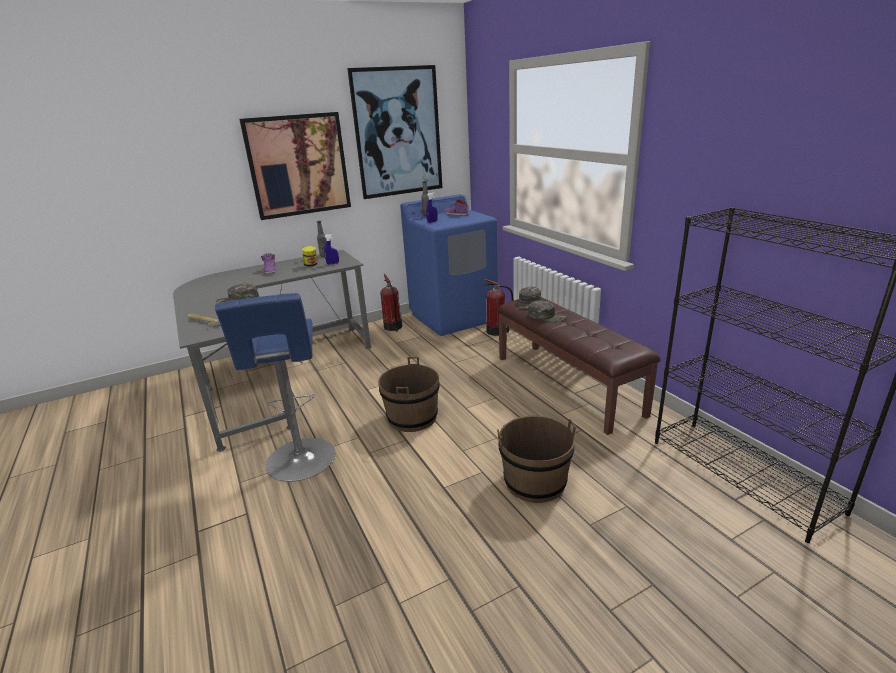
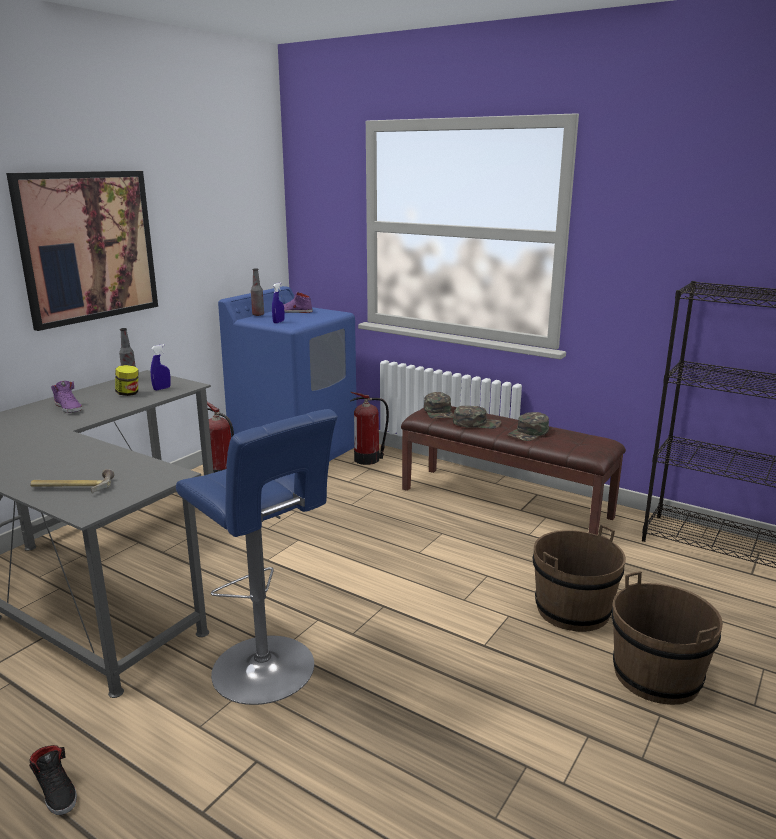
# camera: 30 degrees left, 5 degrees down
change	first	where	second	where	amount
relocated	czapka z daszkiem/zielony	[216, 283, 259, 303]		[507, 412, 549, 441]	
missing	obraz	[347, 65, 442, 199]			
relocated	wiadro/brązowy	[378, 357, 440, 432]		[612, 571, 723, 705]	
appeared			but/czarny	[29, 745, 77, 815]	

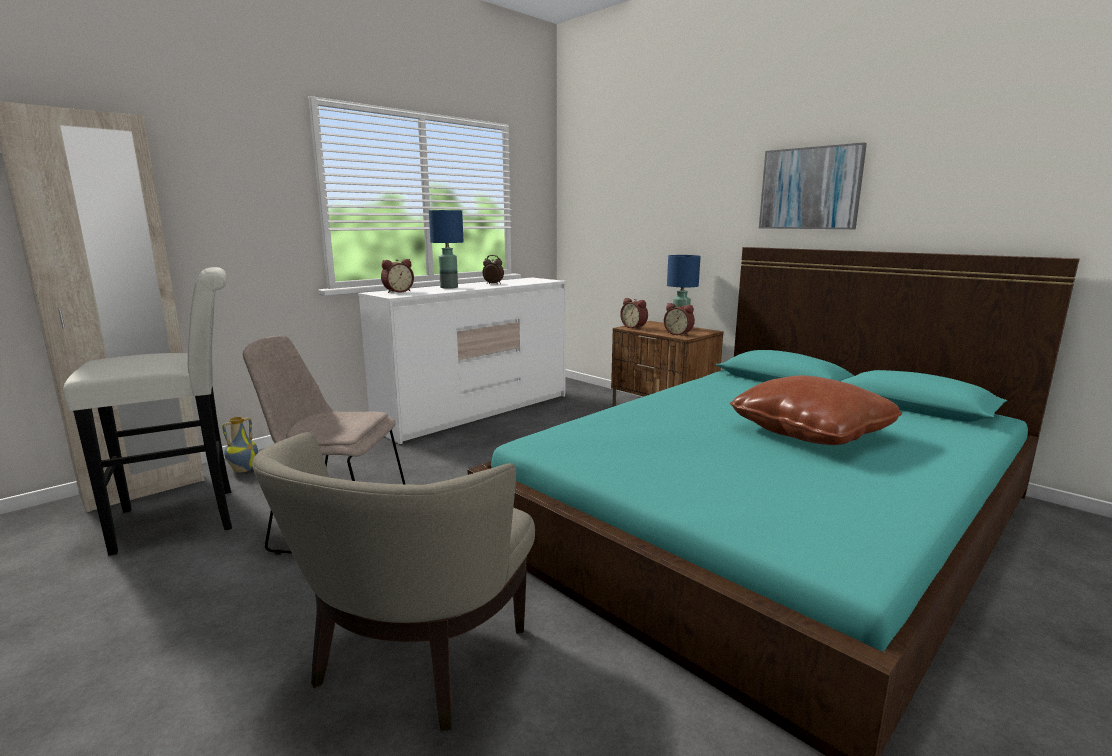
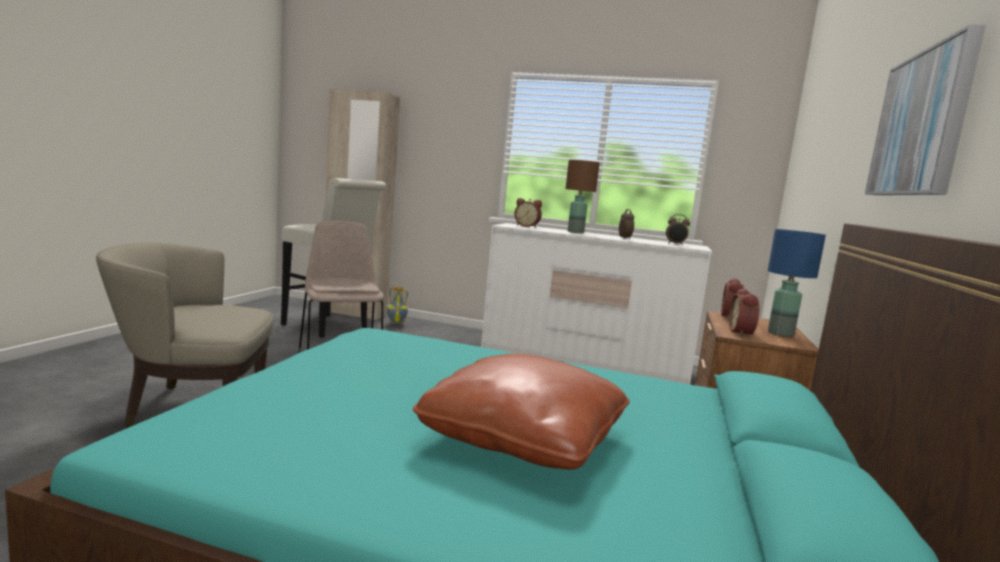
# camera: 60 degrees right, 5 degrees down
change	first	where	second	where	amount
colour	lampa stołowa/niebieski	[429, 210, 463, 289]	lampa stołowa/brązowy	[566, 160, 600, 233]	
appeared			budzik	[666, 214, 690, 245]	

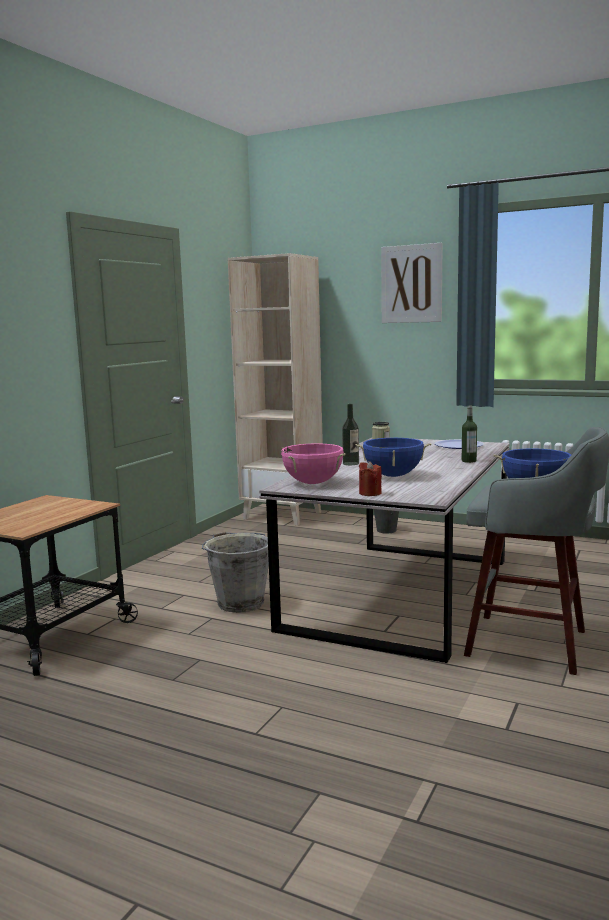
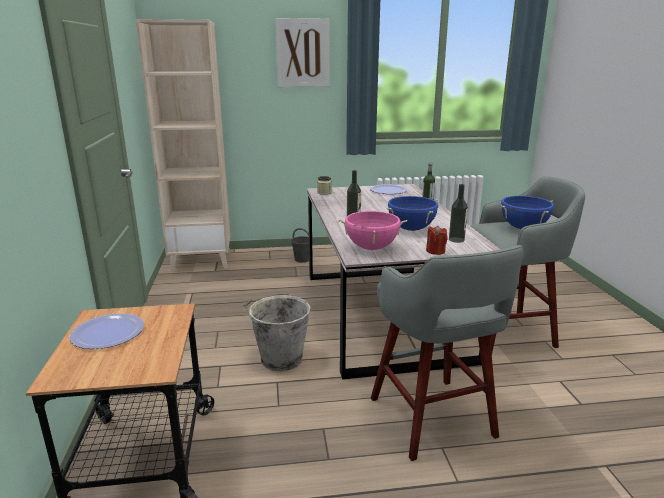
# camera: 35 degrees left, 10 degrees up
change	first	where	second	where	amount
appeared			talerz	[69, 313, 144, 349]	
appeared			stołek/szary	[371, 245, 523, 461]	
appeared			butelka	[449, 184, 468, 243]	

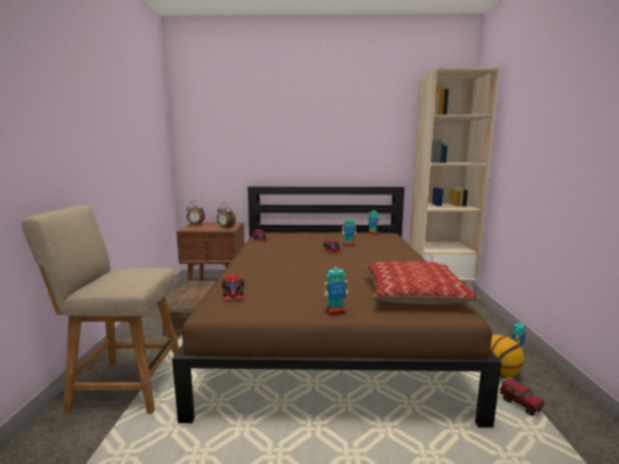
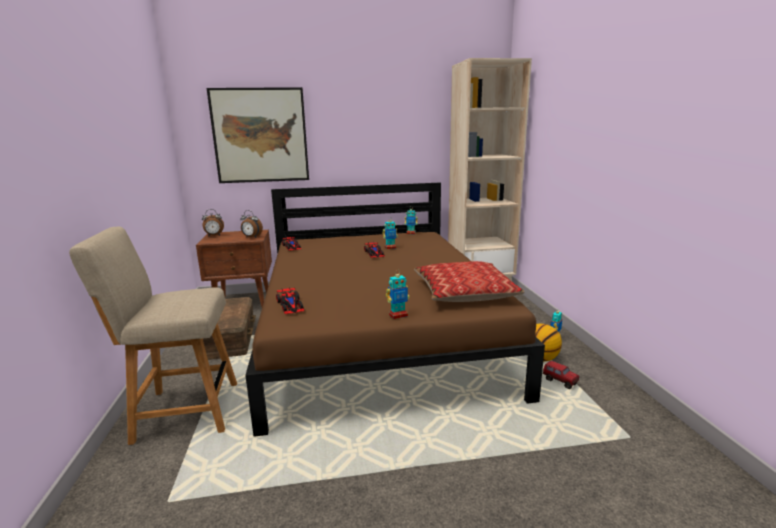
# camera: 10 degrees left, 5 degrees up
change	first	where	second	where	amount
appeared			obraz	[207, 87, 309, 183]	

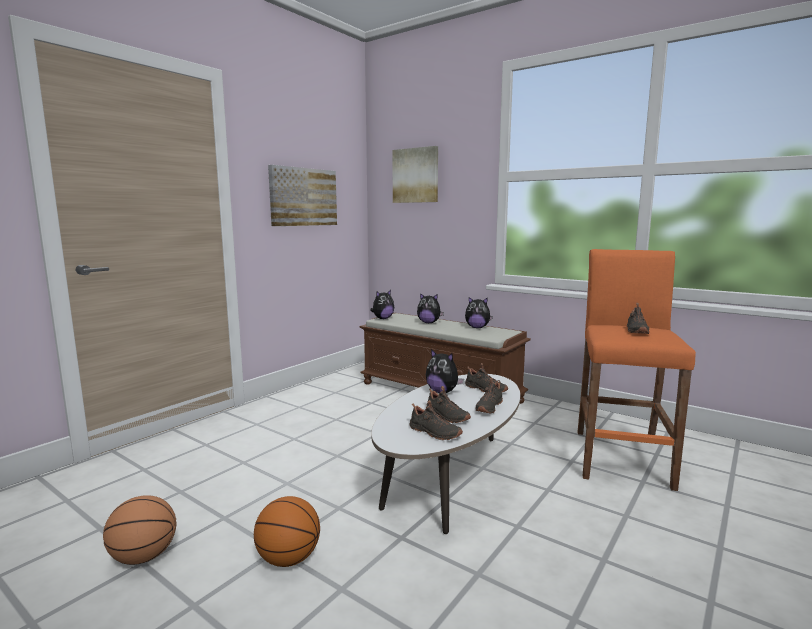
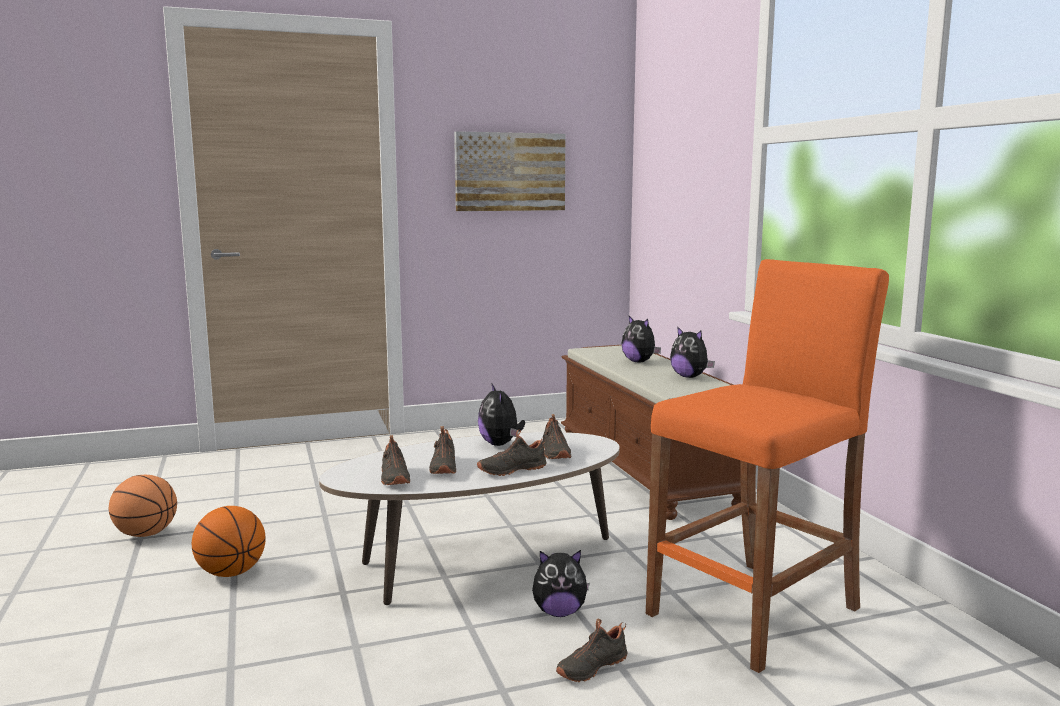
# camera: 35 degrees right, 0 degrees up
change	first	where	second	where	amount
relocated	pluszak	[370, 290, 394, 319]		[532, 550, 590, 617]	
missing	obraz	[392, 146, 438, 203]			
relocated	but/czarny	[627, 303, 649, 334]		[556, 618, 628, 682]	

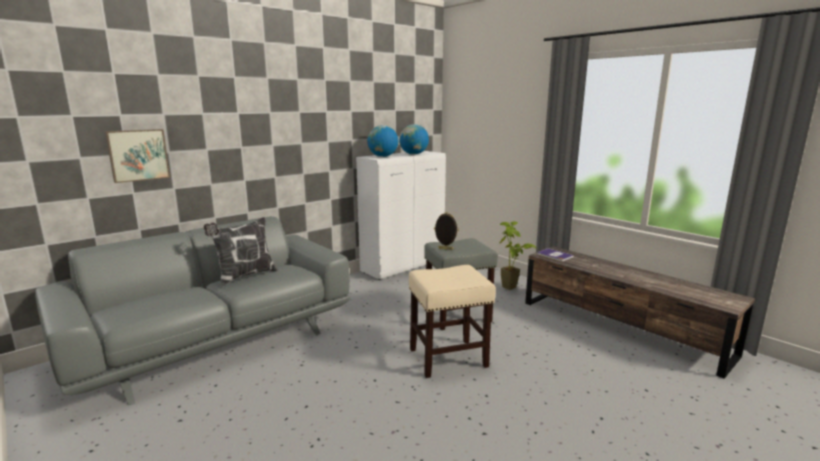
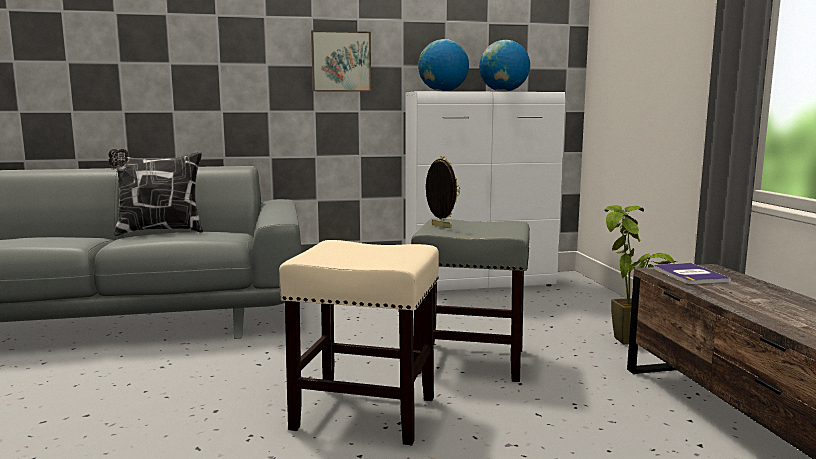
# camera: 30 degrees right, 5 degrees down
change	first	where	second	where	amount
relocated	obraz	[105, 129, 170, 183]		[311, 30, 371, 92]	

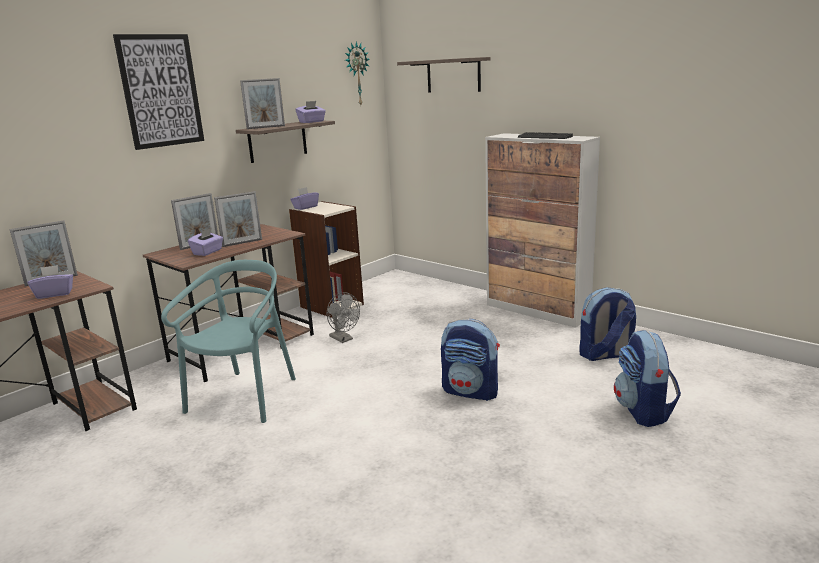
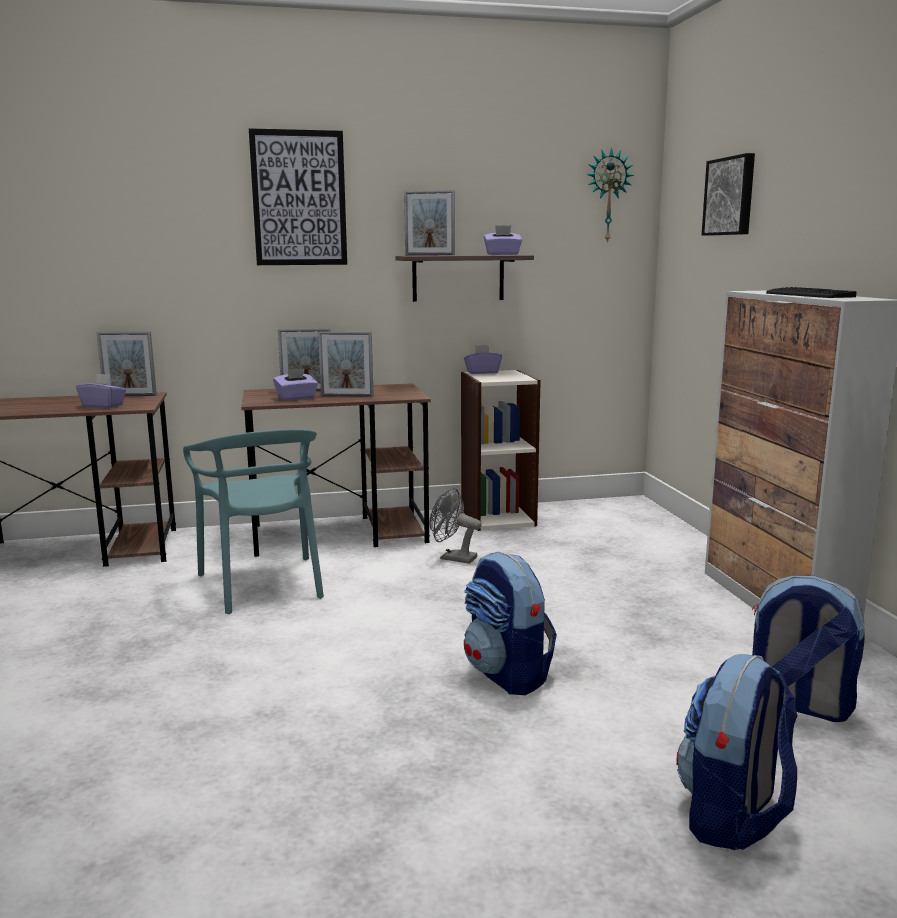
# camera: 35 degrees right, 5 degrees down
change	first	where	second	where	amount
spun	krzesło/turkusowy	[161, 260, 296, 423]		[183, 429, 324, 614]	105 degrees clockwise
spun	wentylator/szary	[327, 292, 360, 343]		[430, 488, 482, 564]	120 degrees clockwise
exchanged	półka	[397, 57, 490, 93]	obraz	[702, 153, 755, 236]	

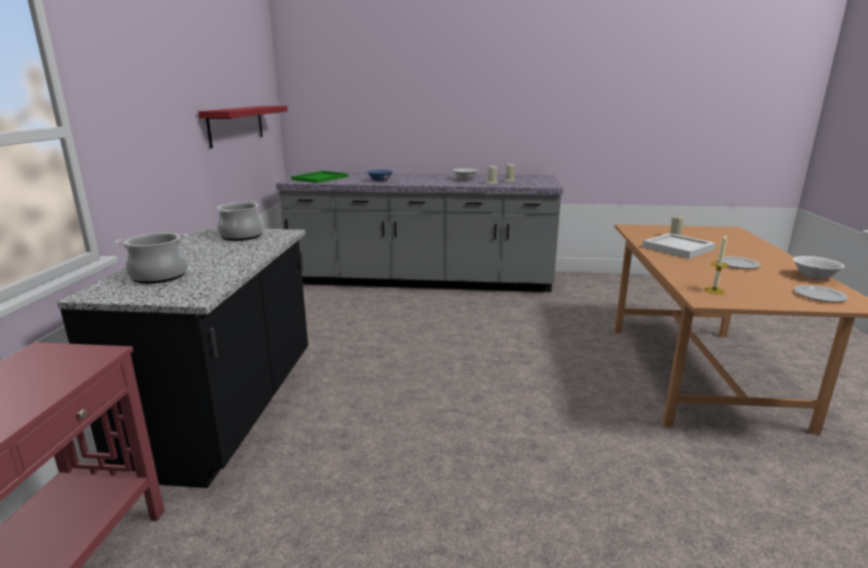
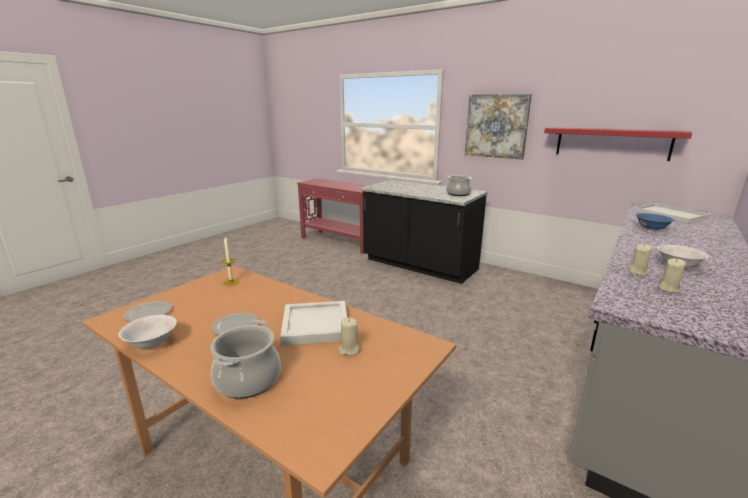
# camera: 120 degrees right, 0 degrees up
change	first	where	second	where	amount
relocated	garnek	[115, 233, 189, 284]		[211, 320, 281, 399]	
colour	taca/zielony	[291, 171, 348, 183]	taca/biały	[634, 203, 711, 223]	
appeared			obraz	[465, 94, 532, 160]	

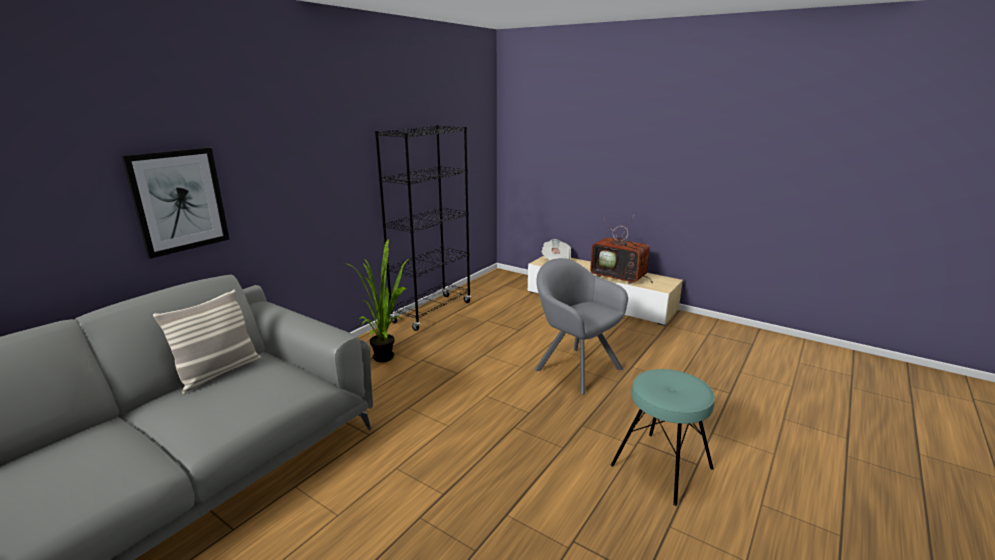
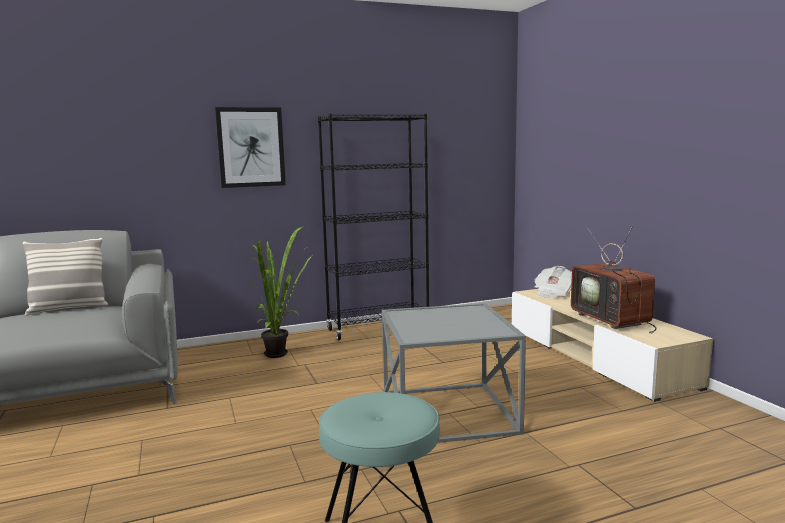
# camera: 35 degrees right, 10 degrees down
change	first	where	second	where	amount
relocated	obraz	[121, 147, 230, 259]		[215, 107, 286, 188]	
exchanged	fotel/szary	[534, 258, 628, 395]	stolik/szary	[382, 303, 526, 443]	

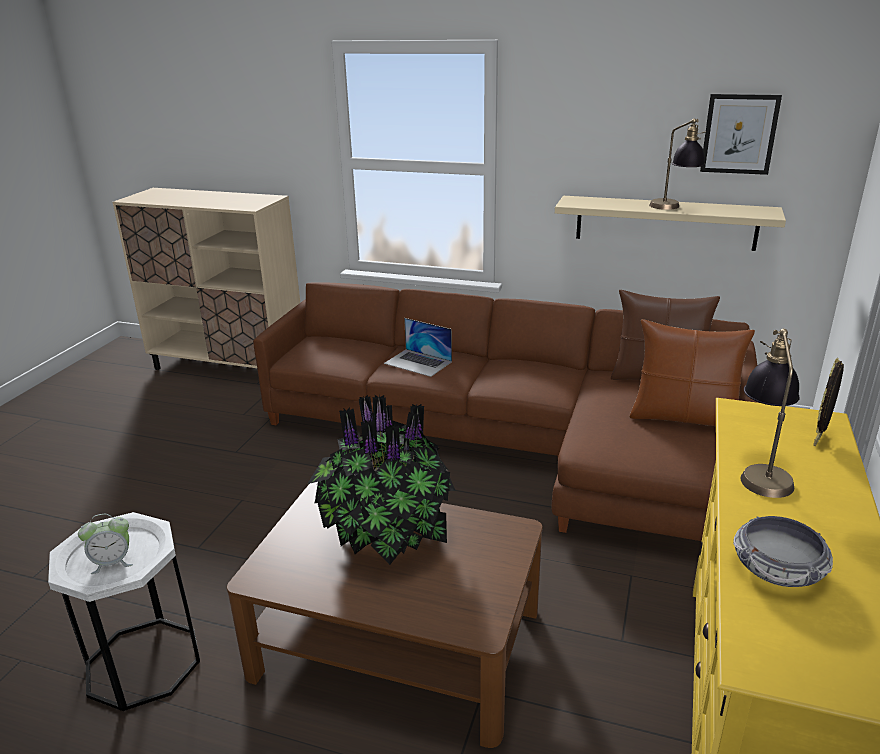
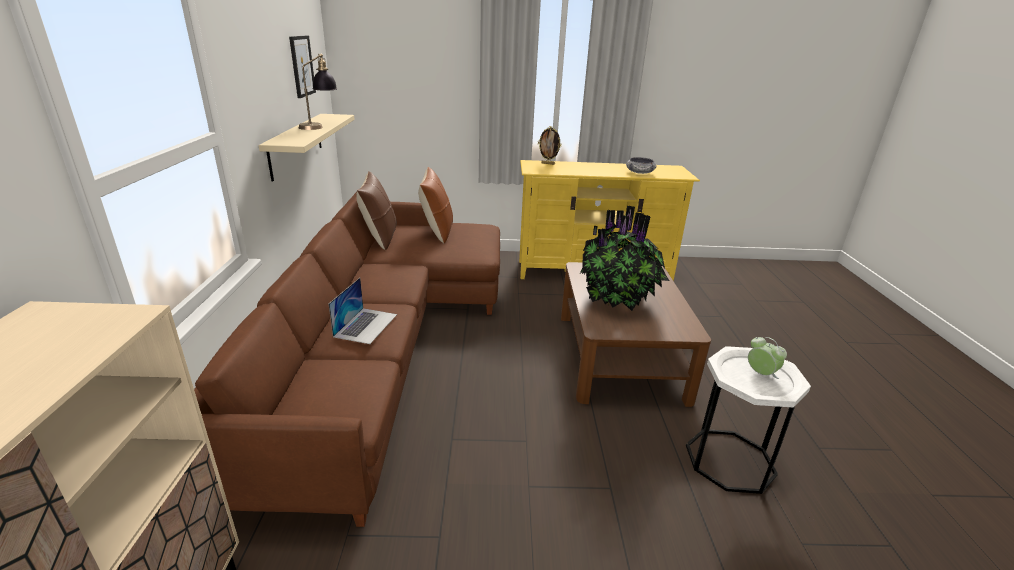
# camera: 110 degrees left, 0 degrees up
change	first	where	second	where	amount
missing	lampa stołowa	[740, 329, 800, 498]			

